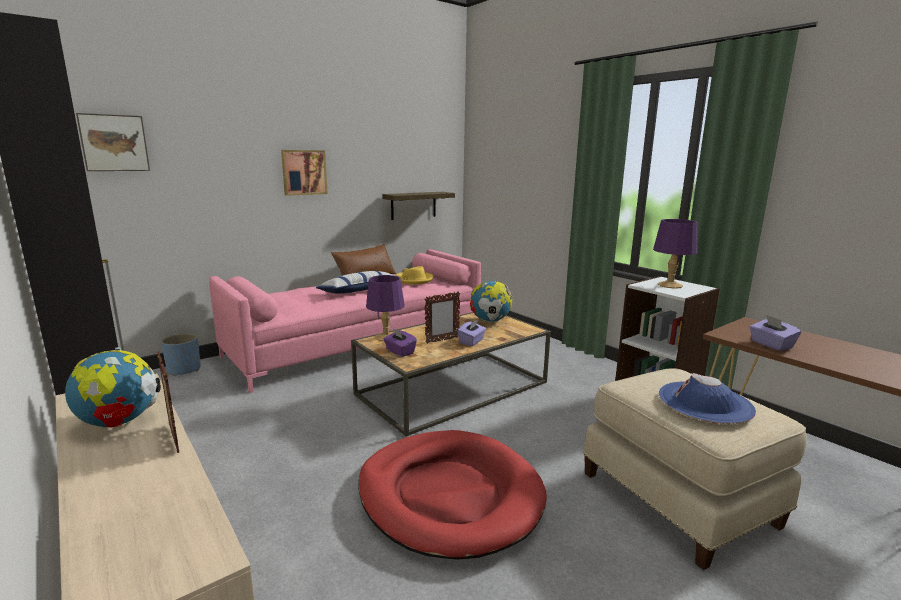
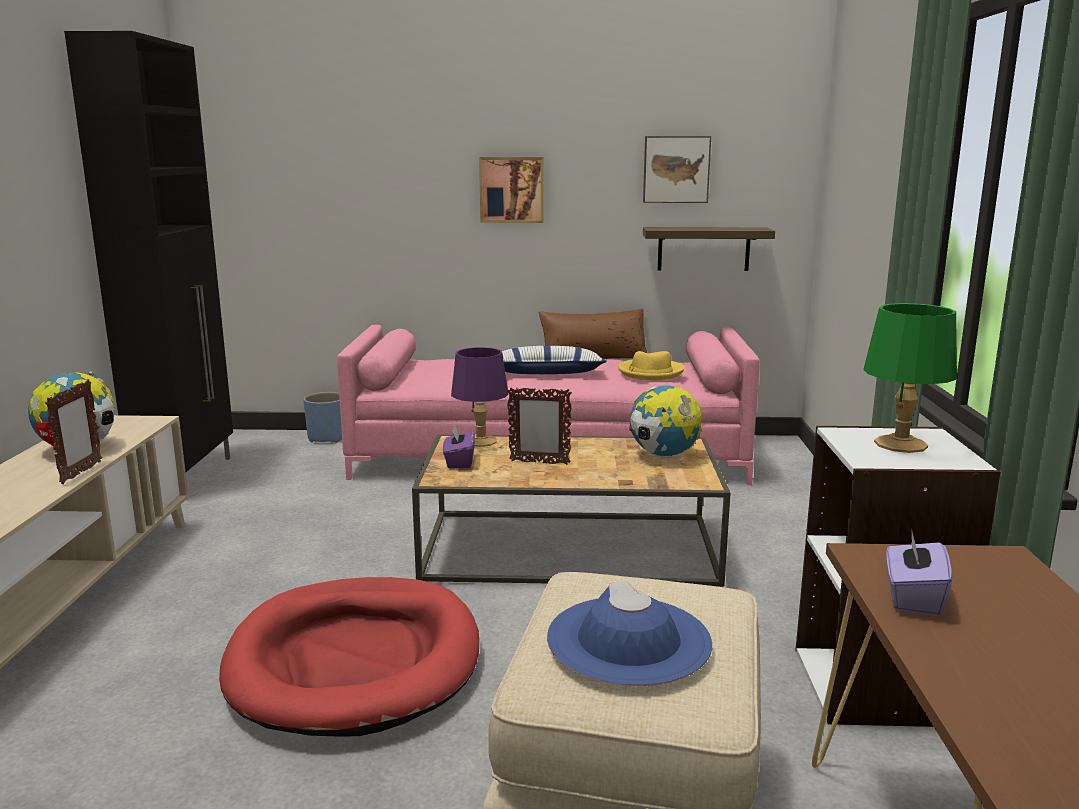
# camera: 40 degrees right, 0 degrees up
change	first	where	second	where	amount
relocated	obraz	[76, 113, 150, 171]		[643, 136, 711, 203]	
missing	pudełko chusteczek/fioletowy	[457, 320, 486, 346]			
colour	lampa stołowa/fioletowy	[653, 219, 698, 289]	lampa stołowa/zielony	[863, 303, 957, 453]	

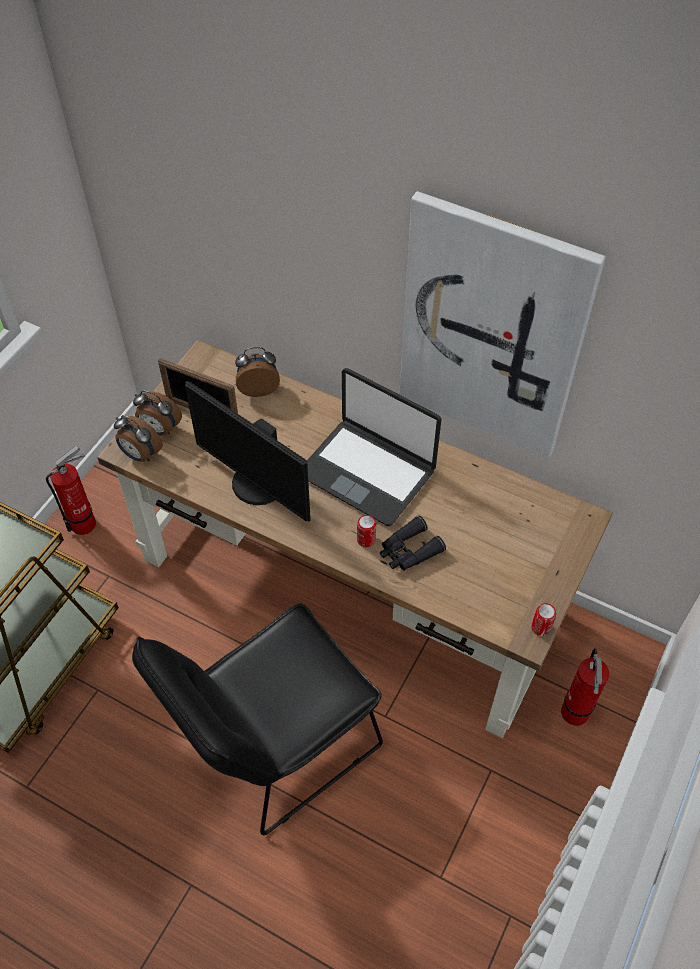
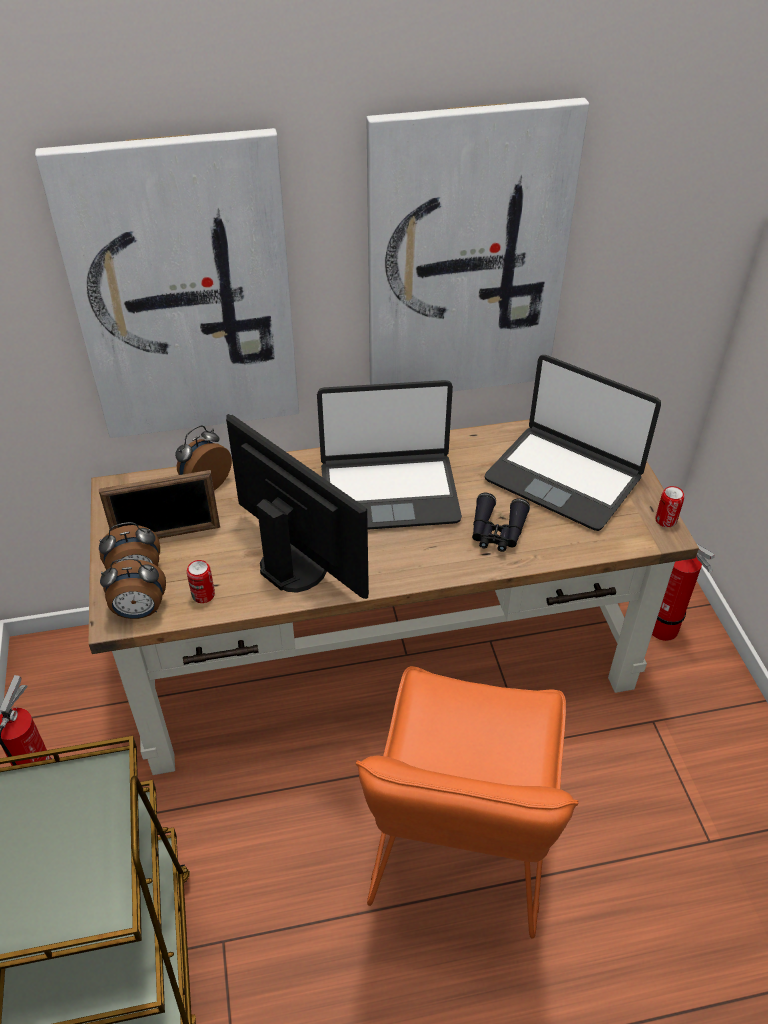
# camera: 40 degrees left, 10 degrees down
change	first	where	second	where	amount
colour	krzesło/czarny	[132, 603, 383, 835]	krzesło/pomarańczowy	[356, 666, 578, 939]	
spun	monitor	[185, 381, 311, 522]		[226, 414, 369, 599]	135 degrees counterclockwise
relocated	puszka	[357, 515, 376, 547]		[187, 560, 215, 603]	
appeared			obraz	[35, 128, 299, 438]	
appeared			laptop	[485, 355, 661, 531]	

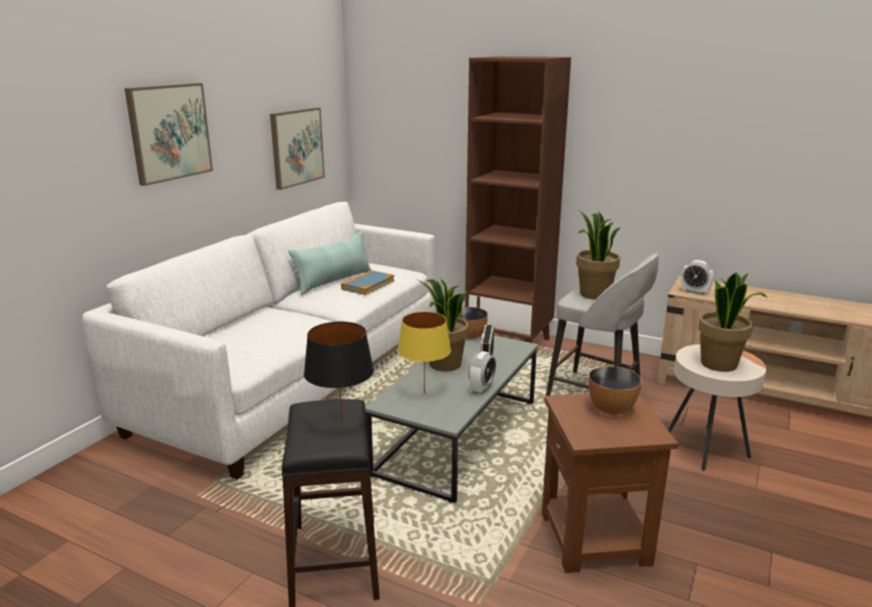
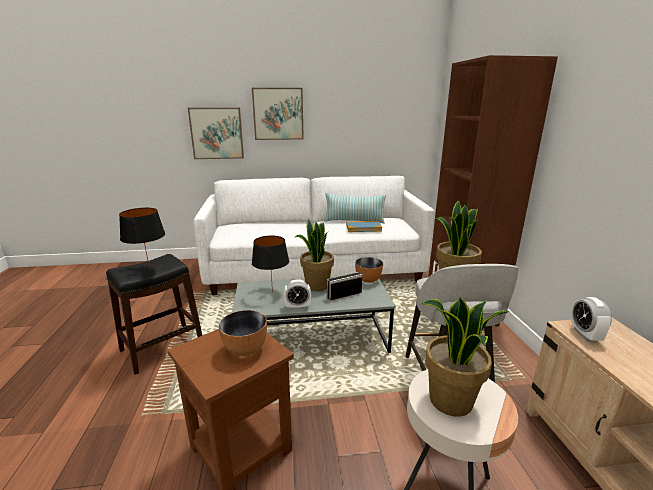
# camera: 55 degrees right, 0 degrees up
change	first	where	second	where	amount
relocated	obraz	[270, 107, 325, 190]		[188, 108, 244, 159]	
colour	lampa stołowa/żółty	[398, 312, 451, 393]	lampa stołowa/czarny	[252, 235, 289, 292]	

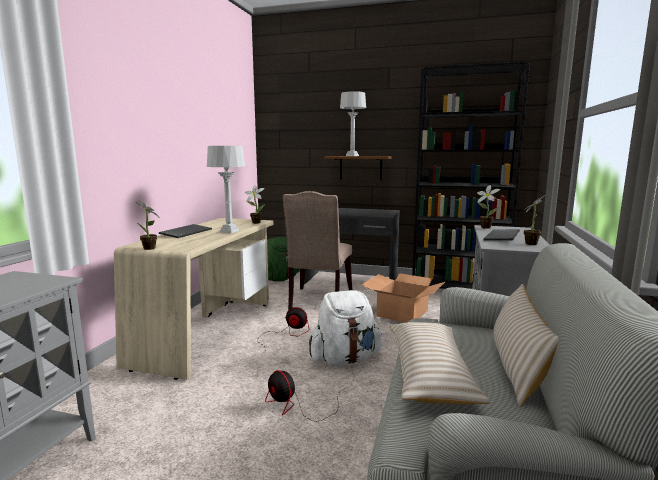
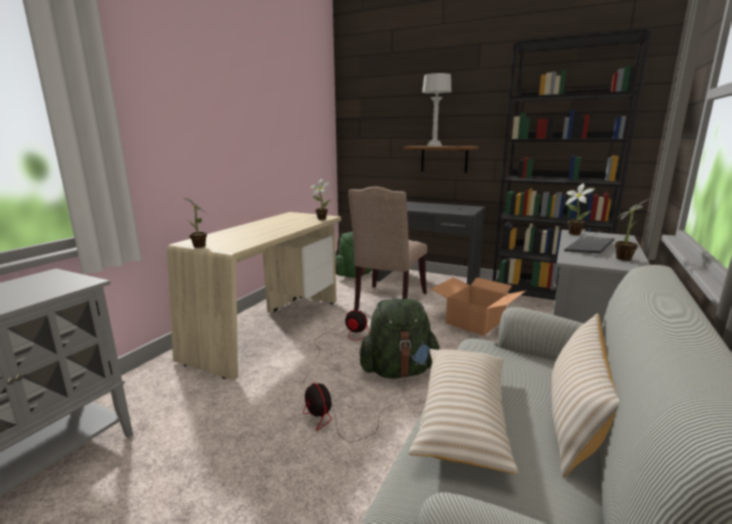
# camera: 10 degrees right, 5 degrees up
change	first	where	second	where	amount
missing	klawiatura	[159, 224, 212, 238]			
missing	lampa stołowa/szary	[207, 146, 245, 233]			
colour	plecak/biały	[309, 290, 382, 365]	plecak/zielony	[359, 299, 441, 378]	

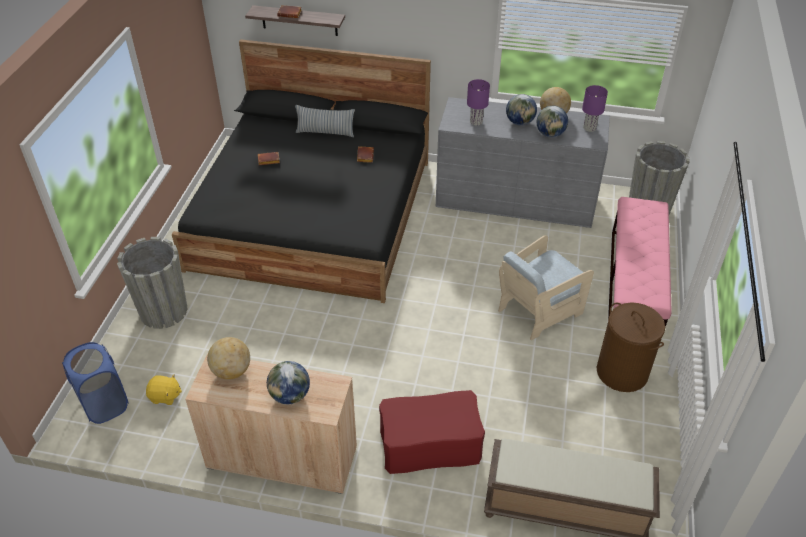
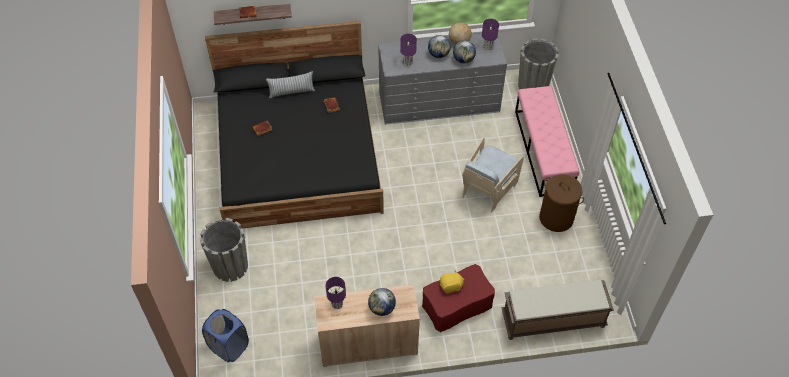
# camera: 20 degrees left, 10 degrees up
change	first	where	second	where	amount
relocated	pluszak/żółty	[146, 374, 182, 405]		[440, 270, 465, 293]	
exchanged	globus	[207, 337, 250, 380]	lampa stołowa/fioletowy	[326, 277, 346, 309]	

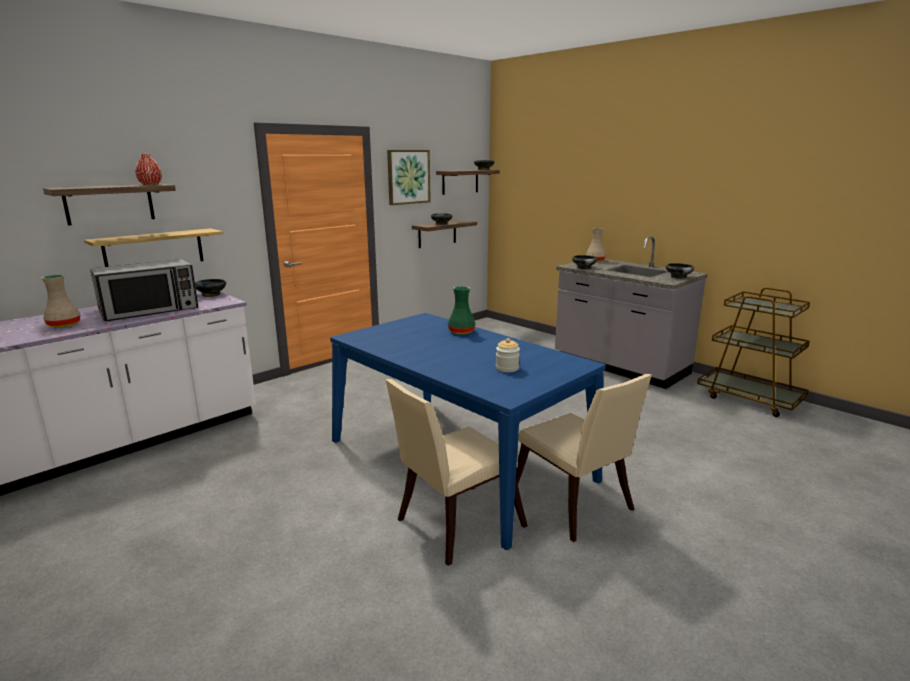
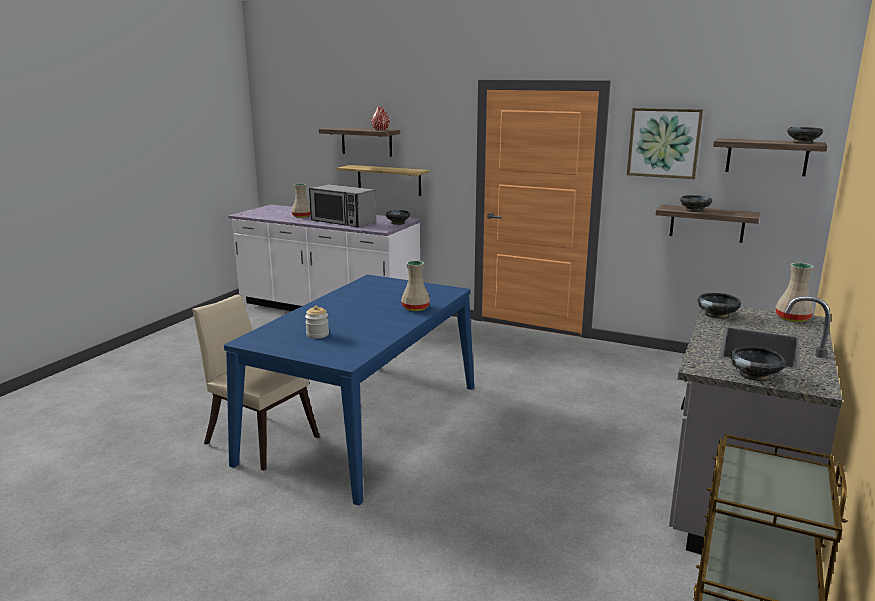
# camera: 70 degrees right, 0 degrees up
change	first	where	second	where	amount
colour	wazon/zielony	[448, 286, 475, 334]	wazon/beżowy	[401, 261, 430, 311]	
missing	krzesło/beżowy	[516, 374, 652, 542]			

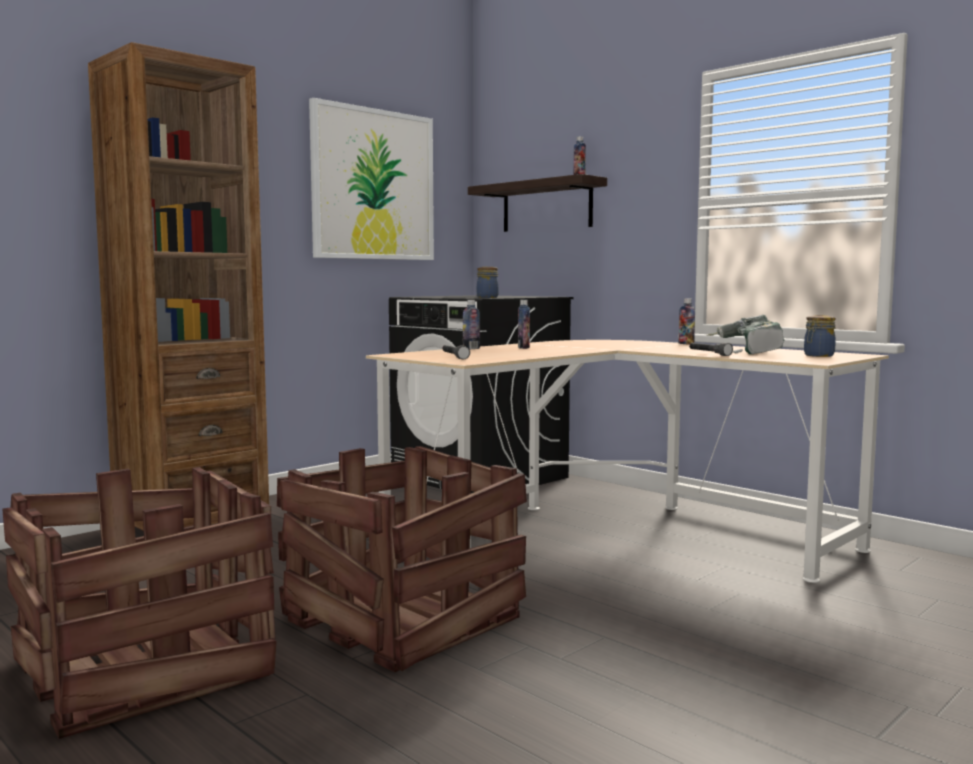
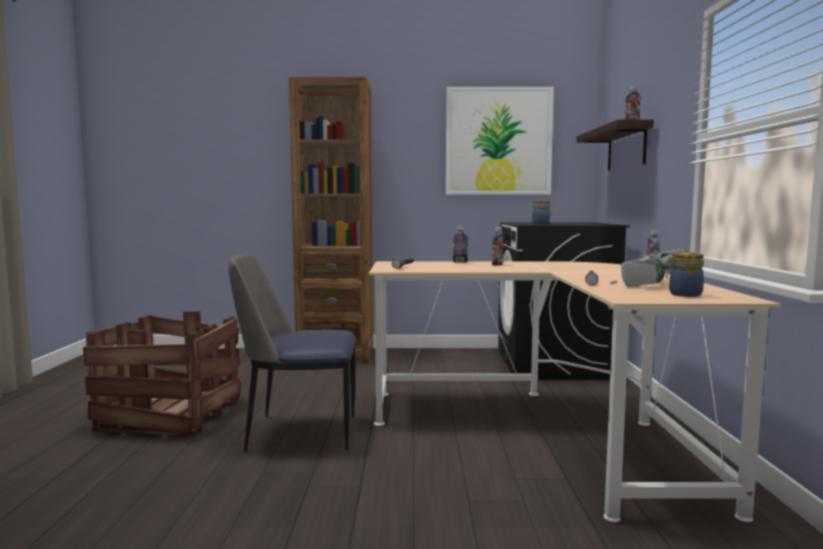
# camera: 45 degrees right, 0 degrees up
change	first	where	second	where	amount
exchanged	skrzynka	[277, 446, 527, 672]	krzesło	[228, 253, 355, 452]	

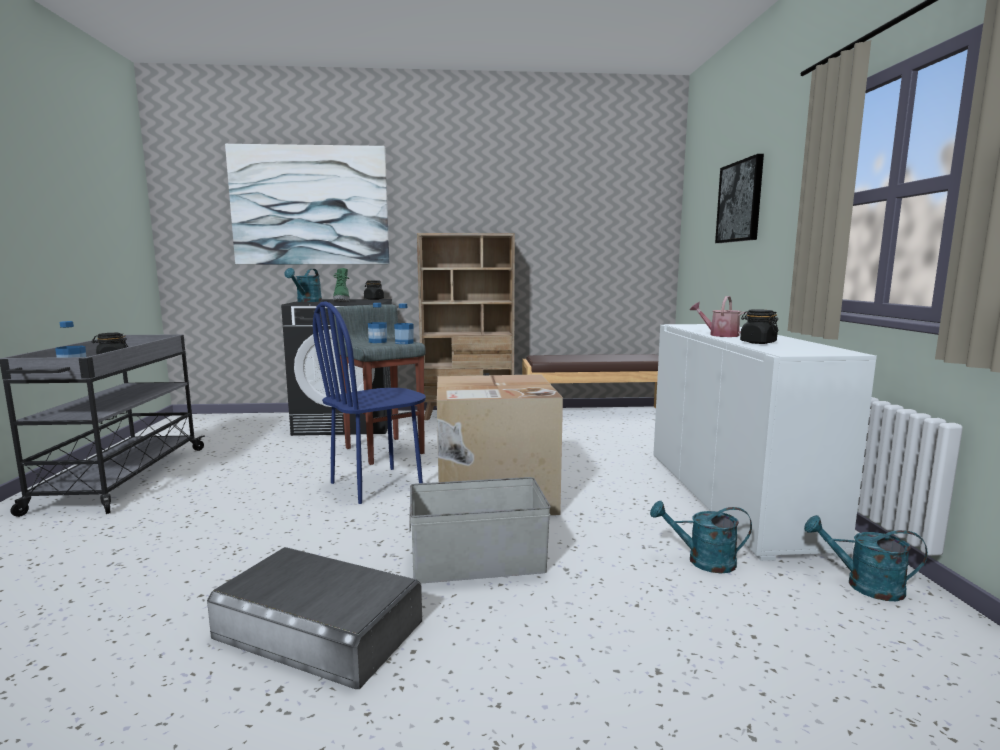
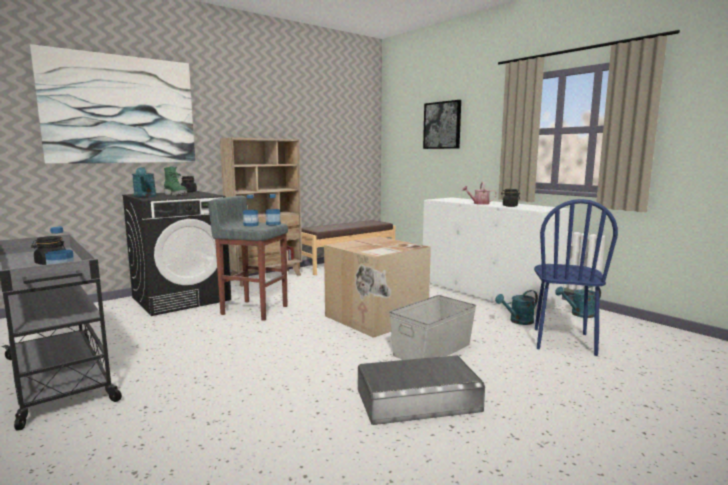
# camera: 35 degrees left, 0 degrees up
change	first	where	second	where	amount
relocated	krzesło/niebieski	[313, 301, 426, 504]		[534, 199, 618, 356]	

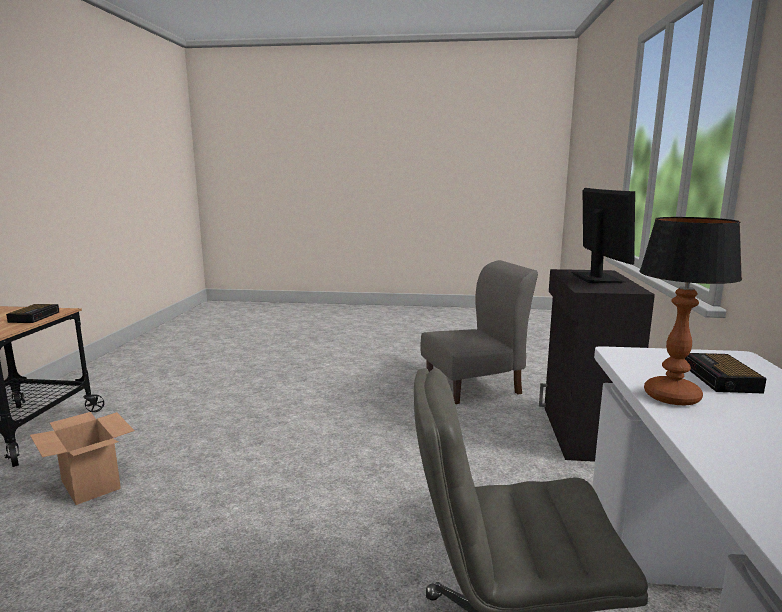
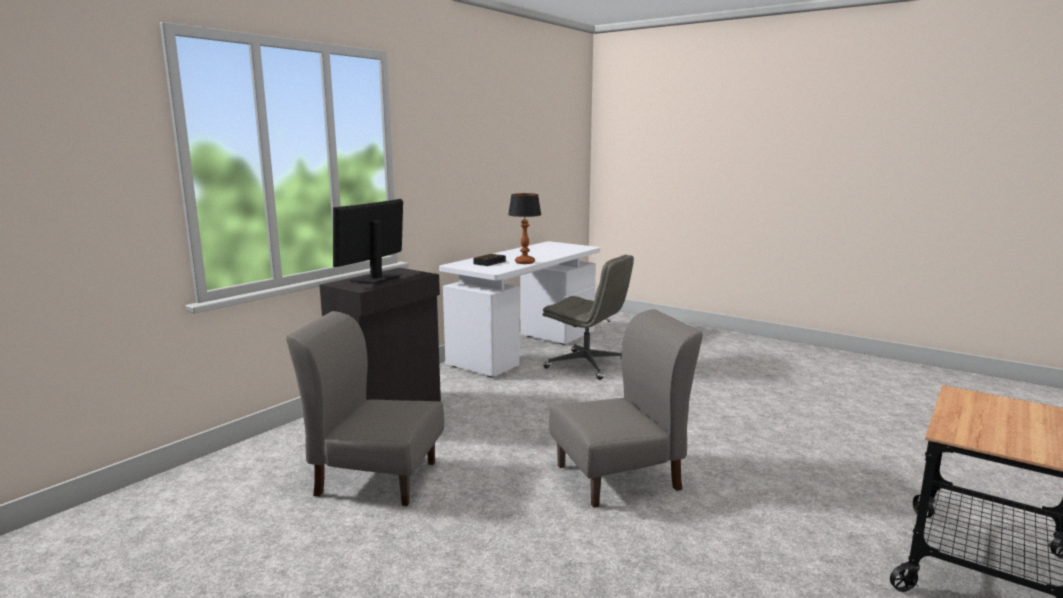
# camera: 150 degrees left, 0 degrees up
change	first	where	second	where	amount
missing	budzik	[6, 304, 59, 323]			
missing	karton	[30, 412, 135, 505]			
appeared			krzesło/szary	[549, 309, 702, 508]	

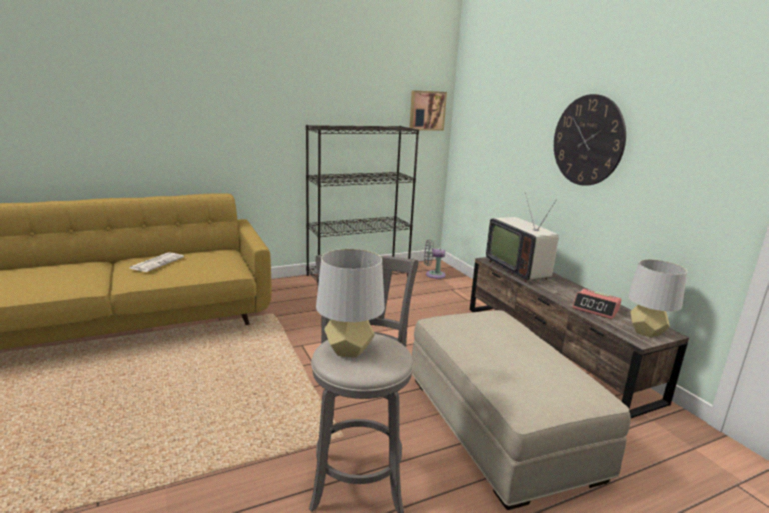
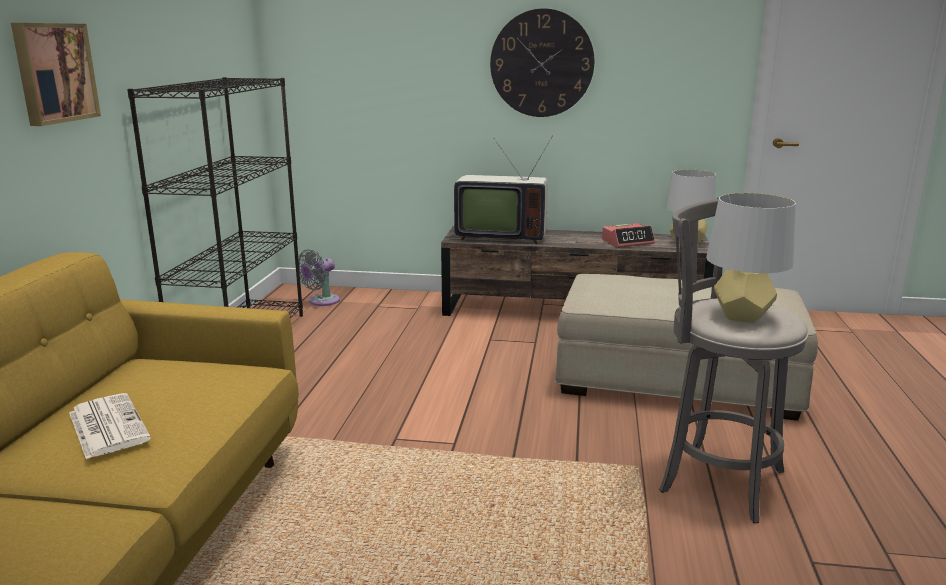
# camera: 55 degrees left, 0 degrees up
change	first	where	second	where	amount
relocated	obraz	[409, 90, 447, 131]		[11, 23, 101, 126]	

